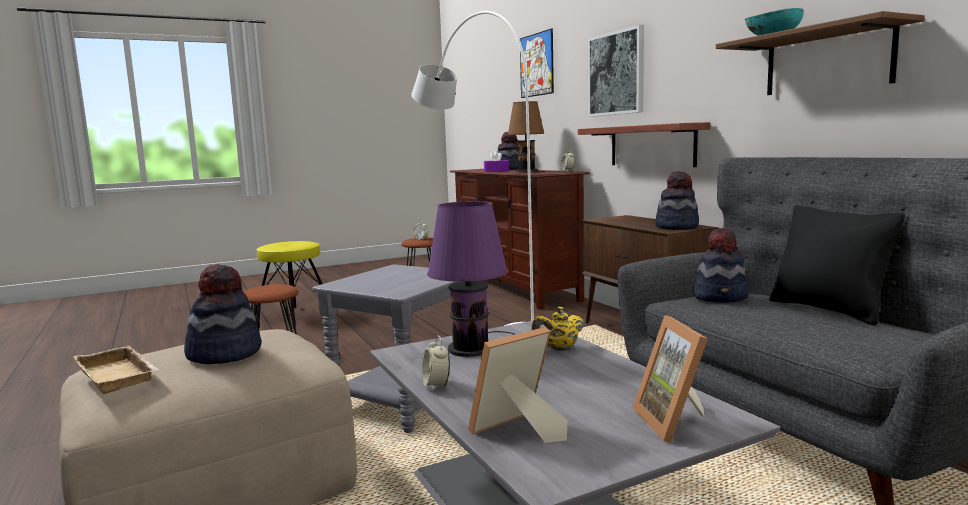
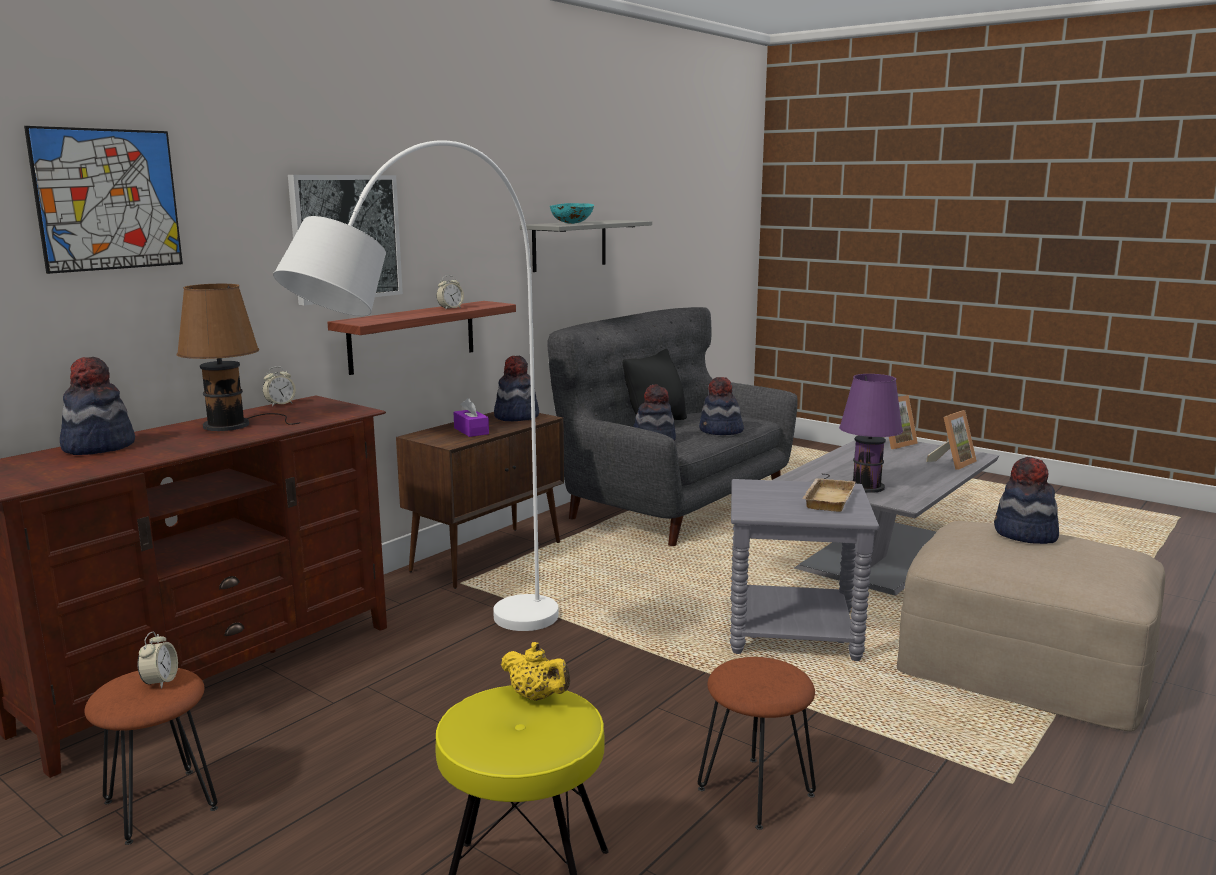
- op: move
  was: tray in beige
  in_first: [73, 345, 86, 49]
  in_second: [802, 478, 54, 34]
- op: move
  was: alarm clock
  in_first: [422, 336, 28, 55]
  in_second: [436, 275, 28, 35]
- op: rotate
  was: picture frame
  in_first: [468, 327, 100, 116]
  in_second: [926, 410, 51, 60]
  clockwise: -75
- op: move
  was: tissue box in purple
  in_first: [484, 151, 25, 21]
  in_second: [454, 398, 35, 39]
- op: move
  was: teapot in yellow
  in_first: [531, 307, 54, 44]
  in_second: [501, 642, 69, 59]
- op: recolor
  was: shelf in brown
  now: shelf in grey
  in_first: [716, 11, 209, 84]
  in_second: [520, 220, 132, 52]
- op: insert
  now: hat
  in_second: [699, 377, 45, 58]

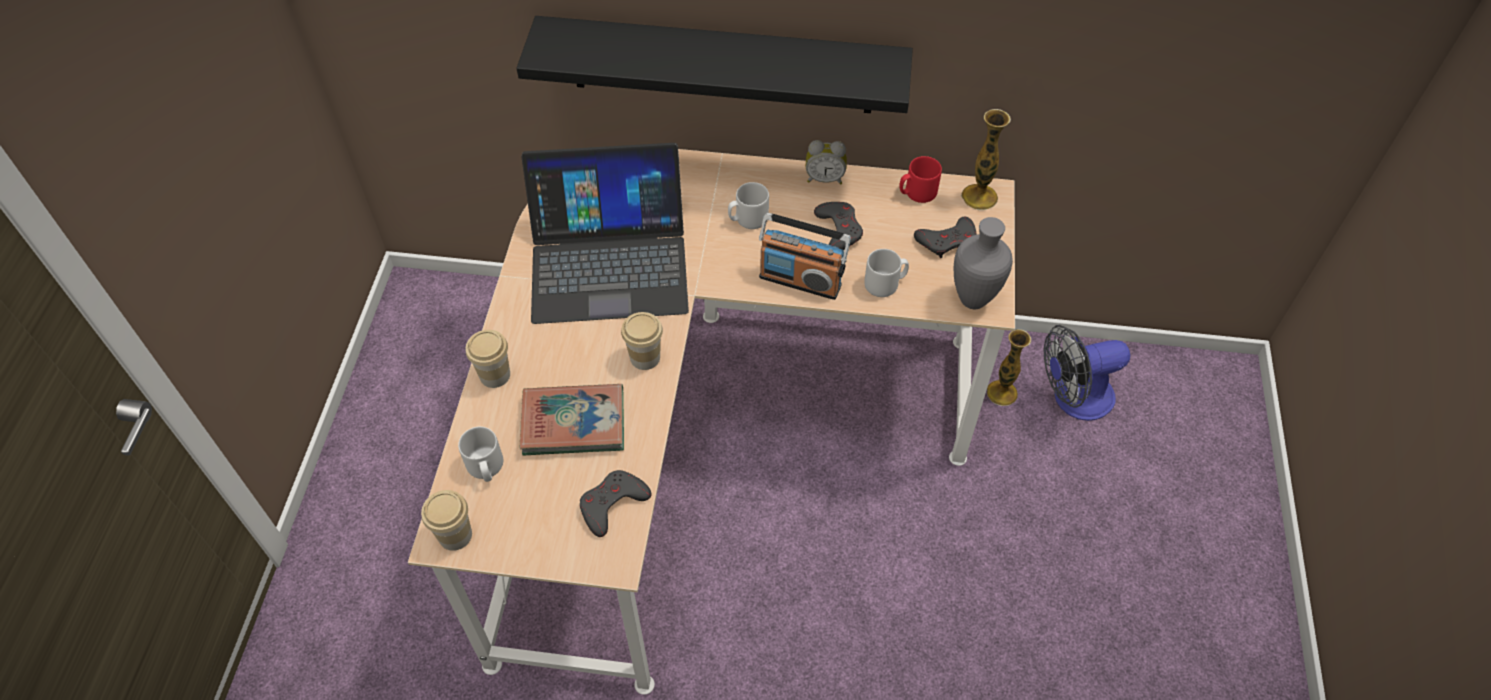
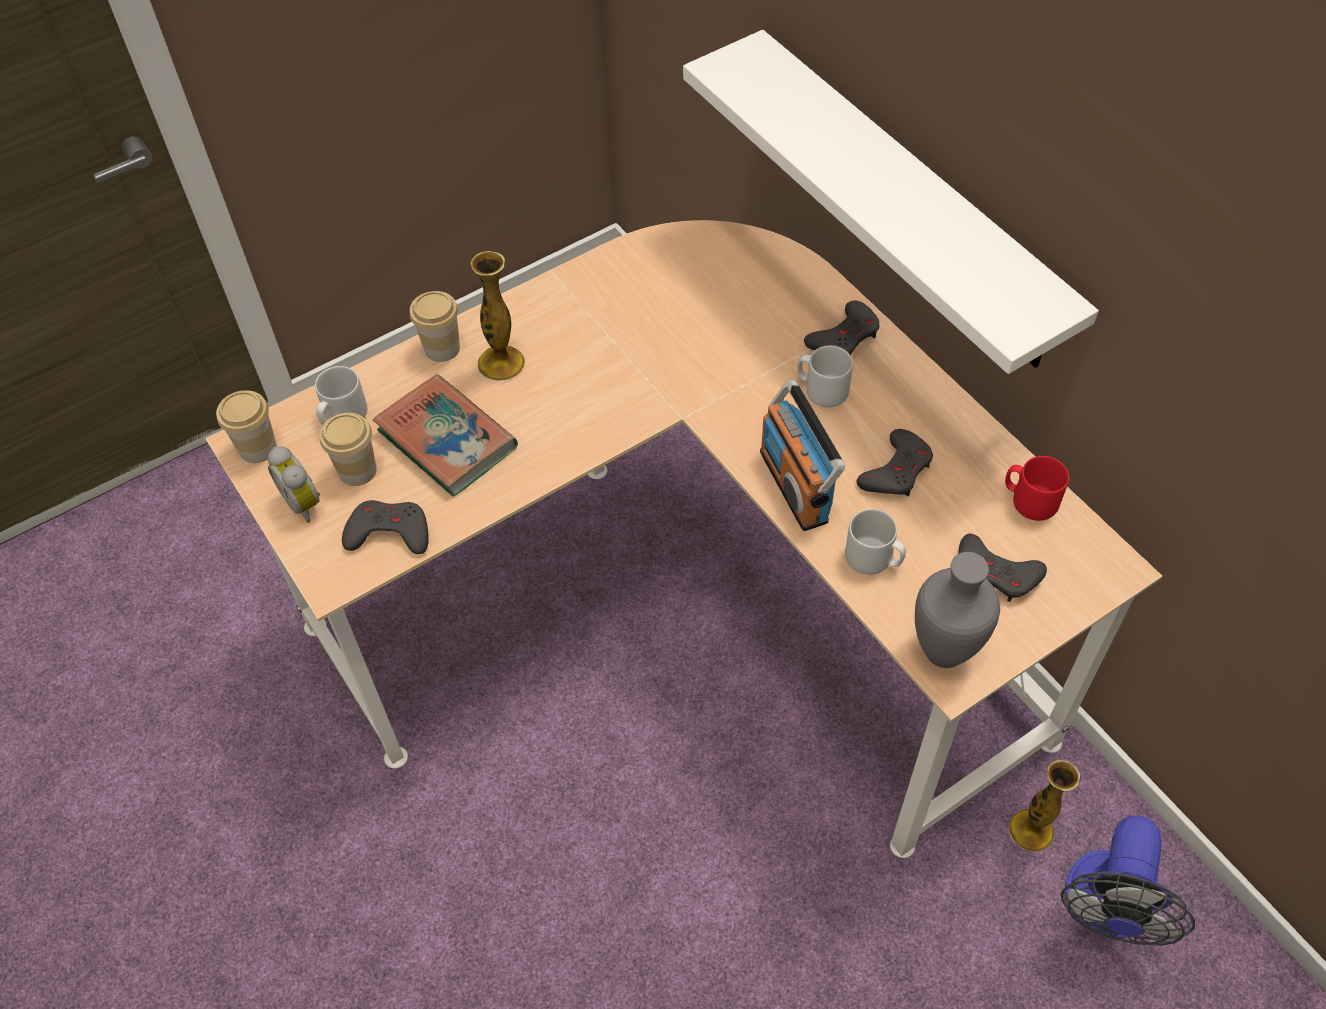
- op: recolor
  was: shelf in black
  now: shelf in white
  in_first: [516, 16, 397, 97]
  in_second: [683, 30, 416, 344]
- op: delete
  was: laptop
  in_first: [521, 143, 168, 181]
- op: move
  was: cup
  in_first: [621, 312, 42, 58]
  in_second: [319, 413, 58, 73]
- op: move
  was: alarm clock
  in_first: [806, 140, 41, 44]
  in_second: [268, 446, 52, 77]
- op: move
  was: vase
  in_first: [961, 109, 50, 101]
  in_second: [471, 251, 54, 130]
- op: rotate
  was: fan
  in_first: [1044, 325, 87, 96]
  in_second: [1061, 815, 134, 131]
  clockwise: -105
- op: insert
  now: game controller in grey
  in_second: [804, 301, 76, 54]

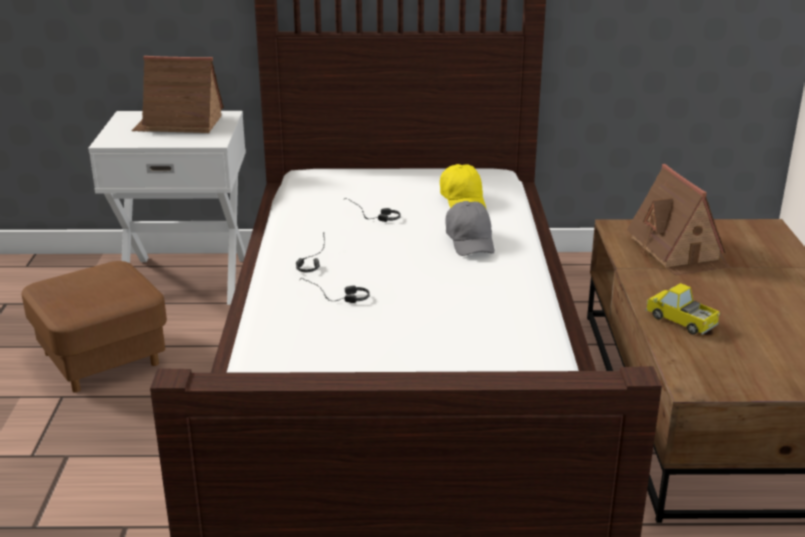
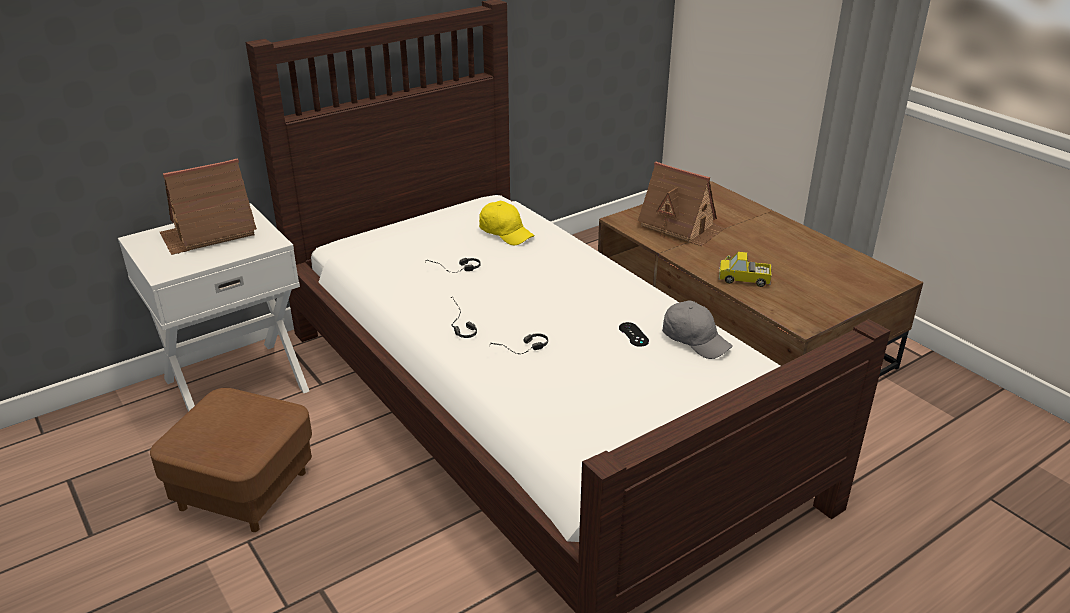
- op: move
  was: cap in grey
  in_first: [445, 201, 50, 55]
  in_second: [662, 300, 71, 59]
- op: insert
  now: game controller in black
  in_second: [619, 322, 30, 25]

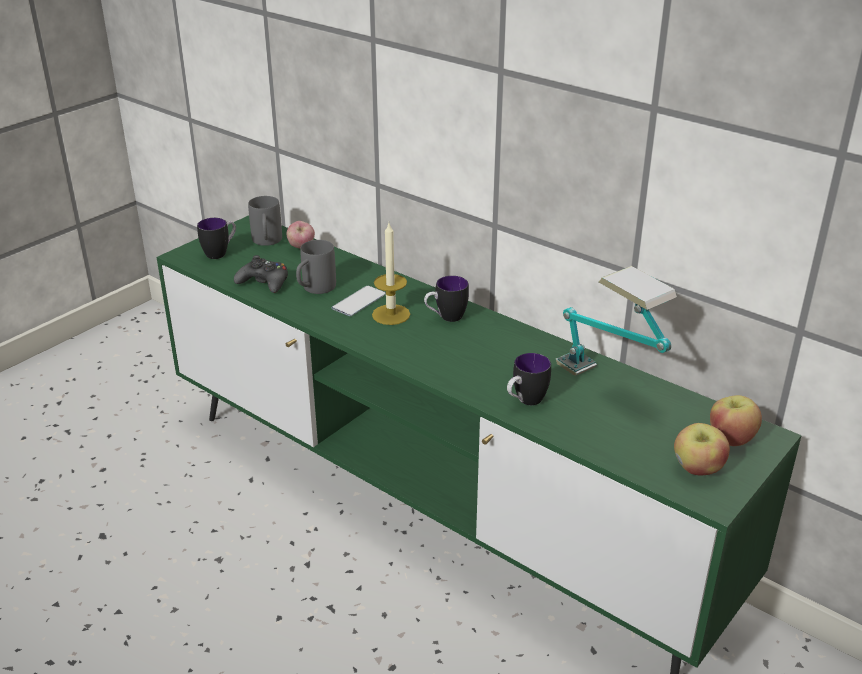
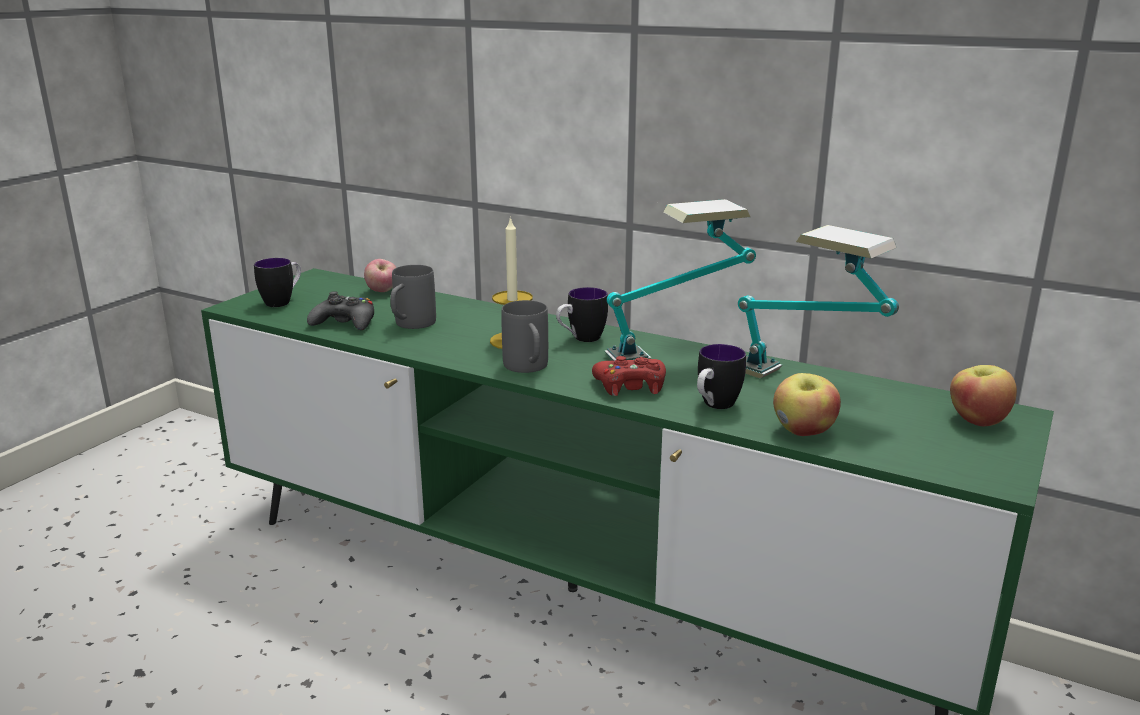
- op: move
  was: mug in grey
  in_first: [248, 196, 34, 50]
  in_second: [501, 300, 47, 73]
- op: delete
  was: phone
  in_first: [331, 286, 55, 30]
- op: move
  was: apple
  in_first: [674, 423, 56, 52]
  in_second: [773, 373, 68, 63]
- op: insert
  now: game controller in red
  in_second: [592, 356, 74, 40]
- op: insert
  now: table lamp
  in_second: [605, 199, 151, 162]

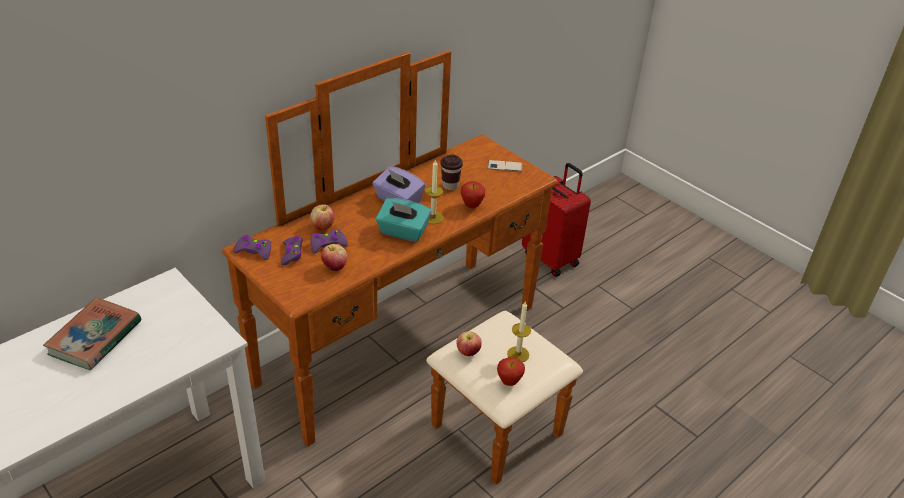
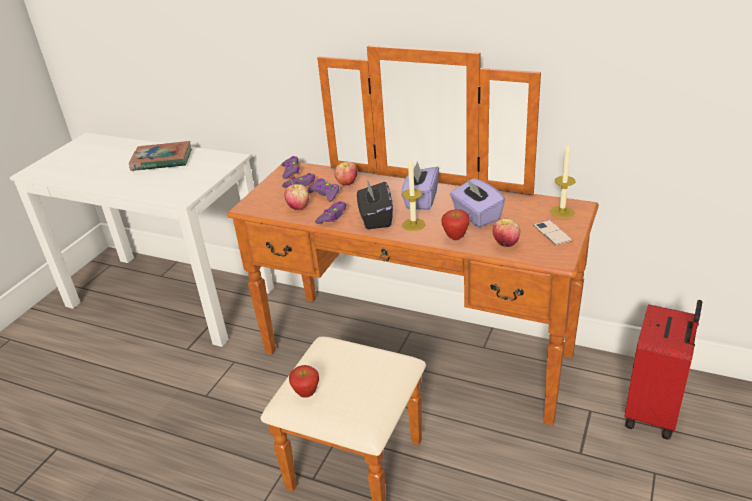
- op: recolor
  was: tissue box in turquoise
  now: tissue box in black
  in_first: [376, 198, 56, 44]
  in_second: [357, 179, 36, 50]
- op: replace
  was: cup in brown
  now: tissue box in purple
  in_first: [440, 154, 23, 36]
  in_second: [450, 178, 55, 49]
- op: move
  was: apple
  in_first: [456, 331, 26, 25]
  in_second: [493, 218, 27, 29]
- op: move
  was: candle
  in_first: [507, 302, 24, 60]
  in_second: [551, 144, 24, 74]
- op: insert
  now: game controller in purple
  in_second: [315, 201, 31, 23]

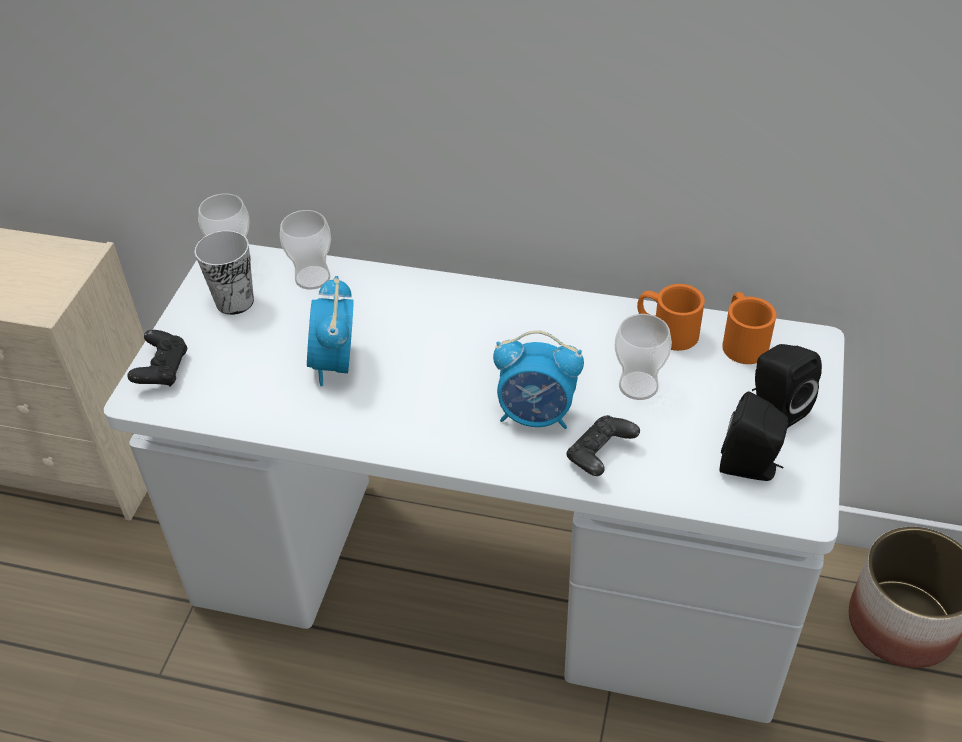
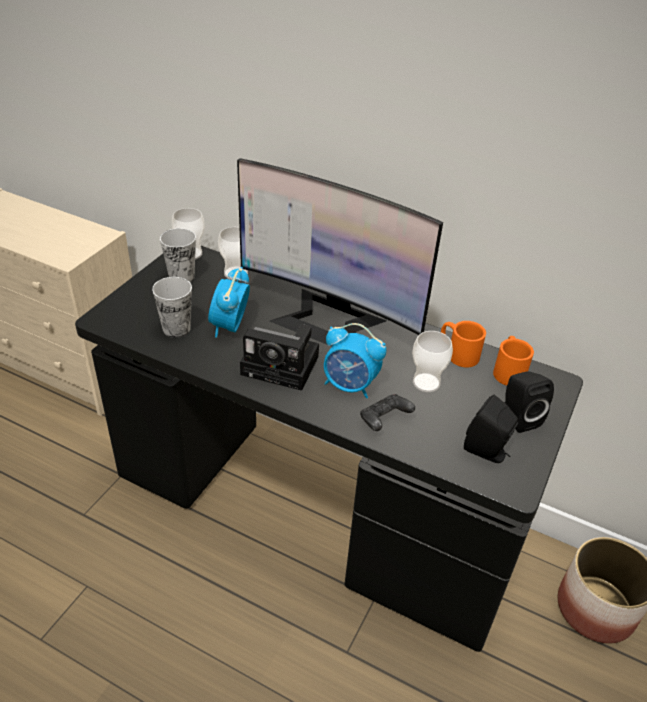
- op: recolor
  was: desk in white
  now: desk in black
  in_first: [104, 244, 741, 479]
  in_second: [75, 246, 508, 406]
- op: delete
  was: game controller in black
  in_first: [127, 330, 60, 57]
- op: insert
  now: cup
  in_second: [152, 277, 40, 61]
- op: insert
  now: monitor
  in_second: [237, 158, 206, 188]
- op: insert
  now: photo camera
  in_second: [240, 324, 79, 67]

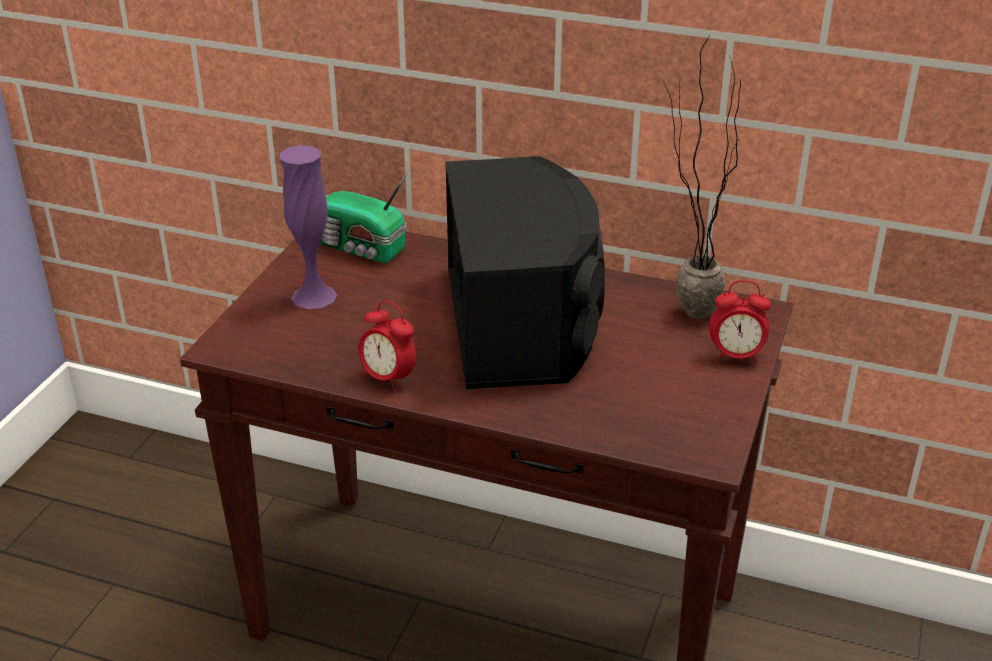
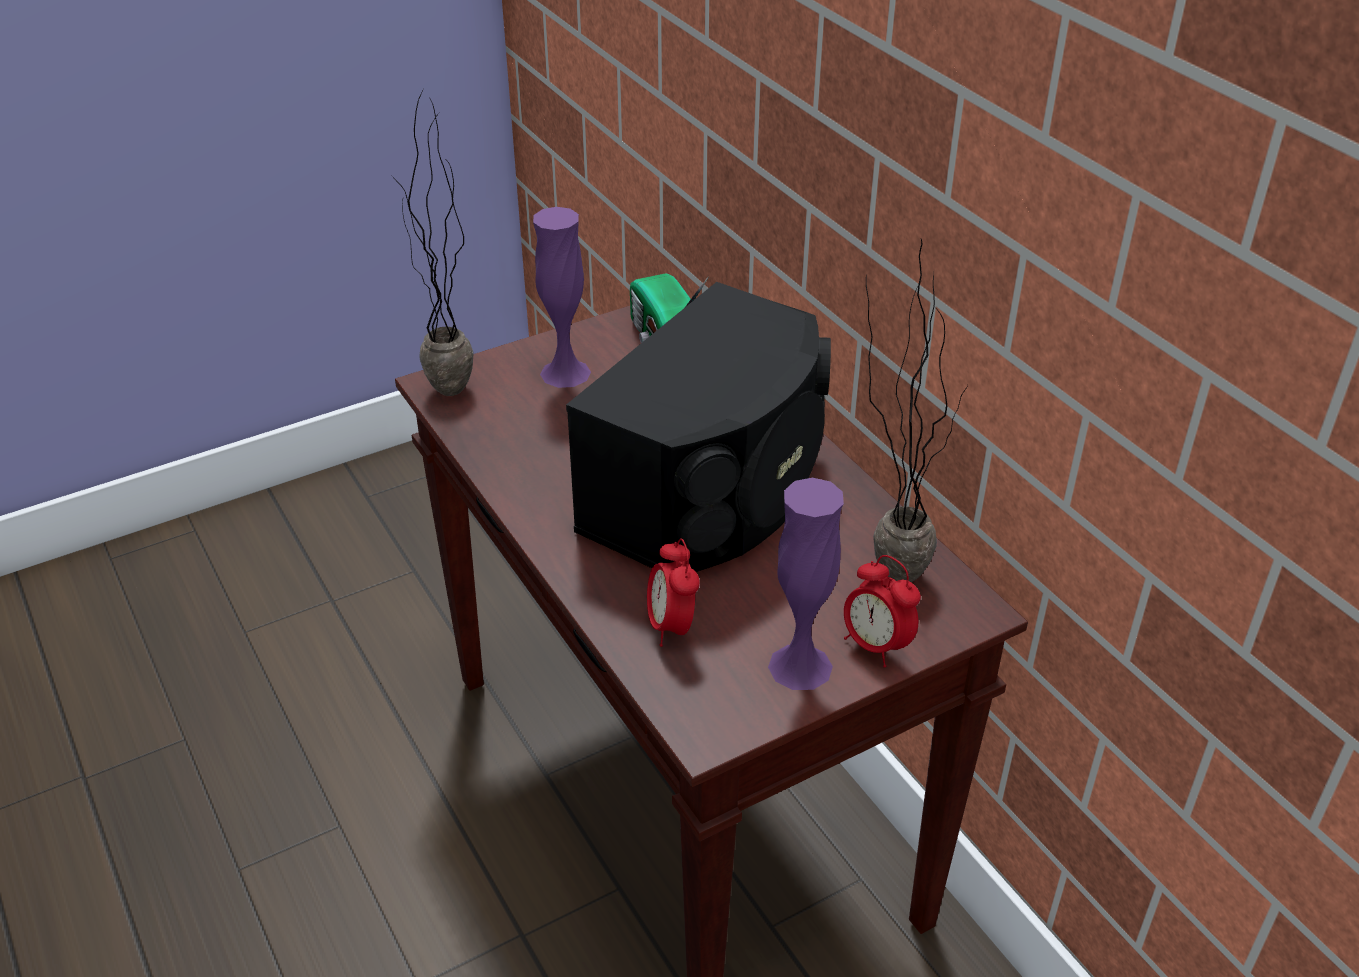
- op: move
  was: alarm clock
  in_first: [358, 301, 58, 91]
  in_second: [647, 538, 53, 109]
- op: insert
  now: potted plant
  in_second: [391, 90, 82, 306]
- op: insert
  now: vase in purple
  in_second: [768, 478, 76, 212]

